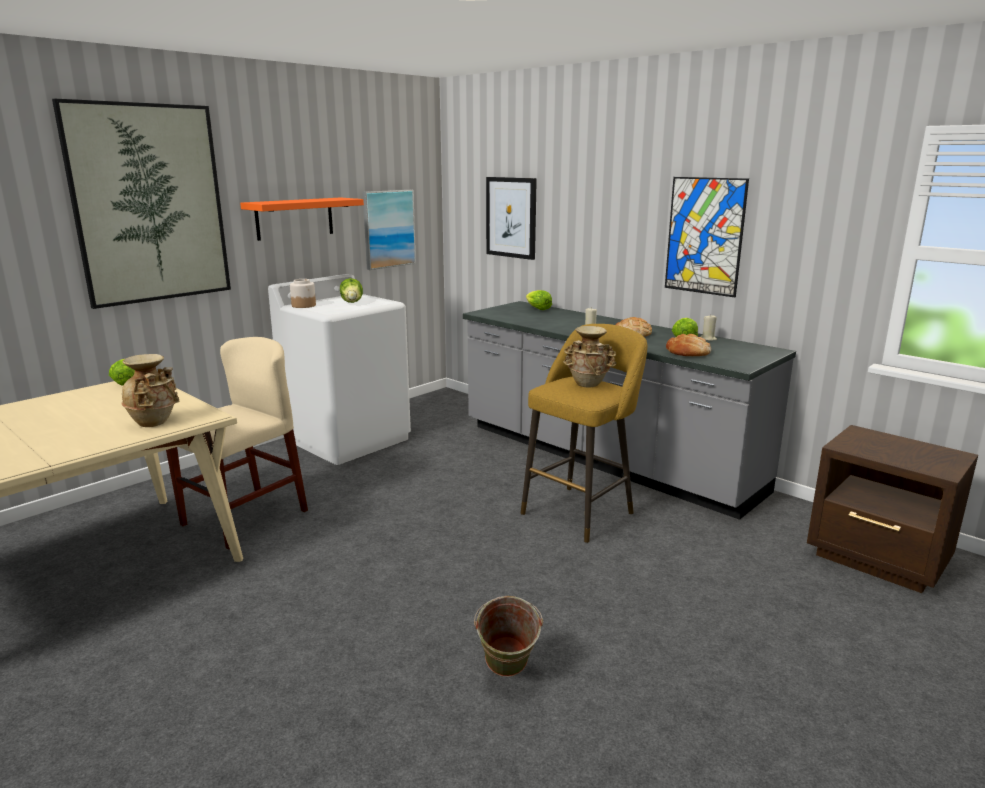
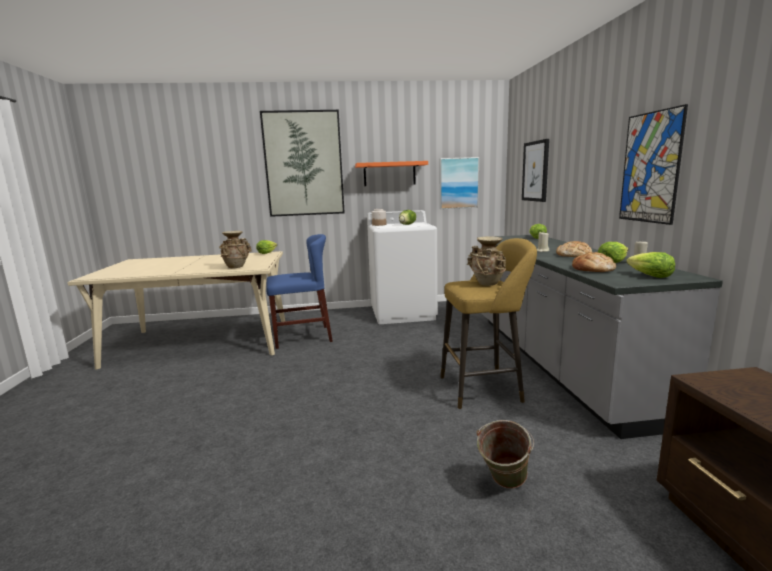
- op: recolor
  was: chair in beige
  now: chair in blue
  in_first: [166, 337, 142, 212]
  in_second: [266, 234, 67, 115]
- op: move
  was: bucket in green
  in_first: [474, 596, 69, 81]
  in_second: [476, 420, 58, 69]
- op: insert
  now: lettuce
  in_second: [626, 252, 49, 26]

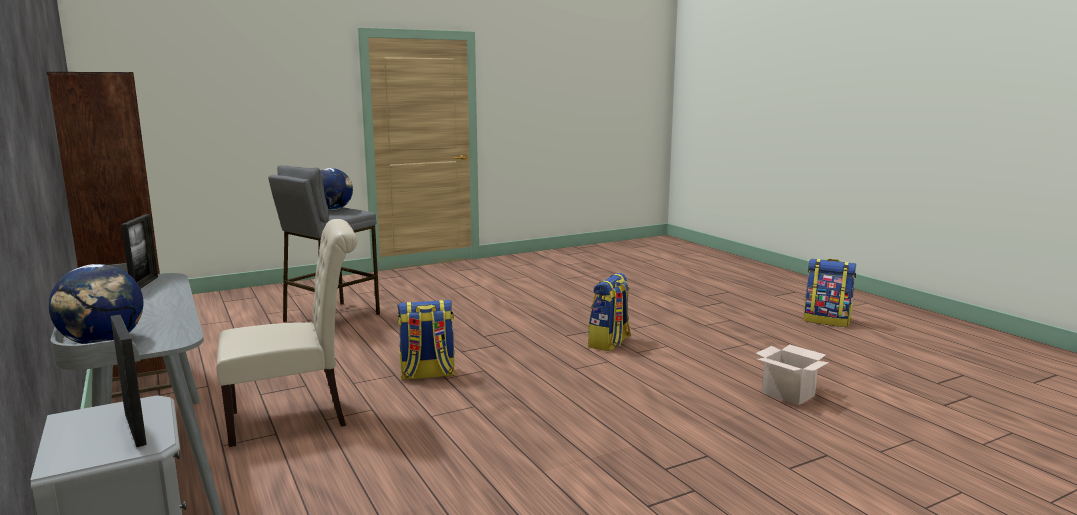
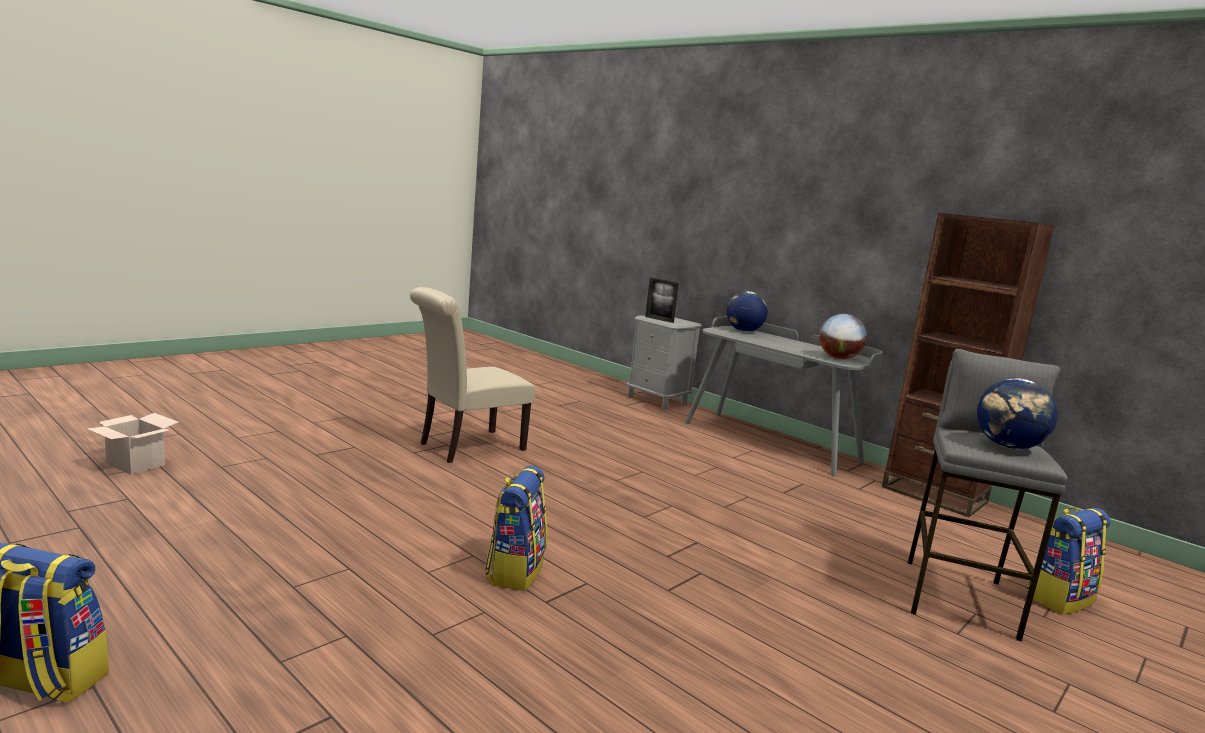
- op: replace
  was: picture frame
  now: globe
  in_first: [121, 214, 37, 75]
  in_second: [819, 314, 48, 45]
- op: move
  was: chair in beige
  in_first: [216, 219, 141, 228]
  in_second: [410, 287, 125, 176]
- op: move
  was: backpack
  in_first: [397, 300, 59, 80]
  in_second: [1027, 507, 83, 108]
- op: move
  was: cardboard box
  in_first: [755, 344, 74, 61]
  in_second: [87, 413, 92, 62]

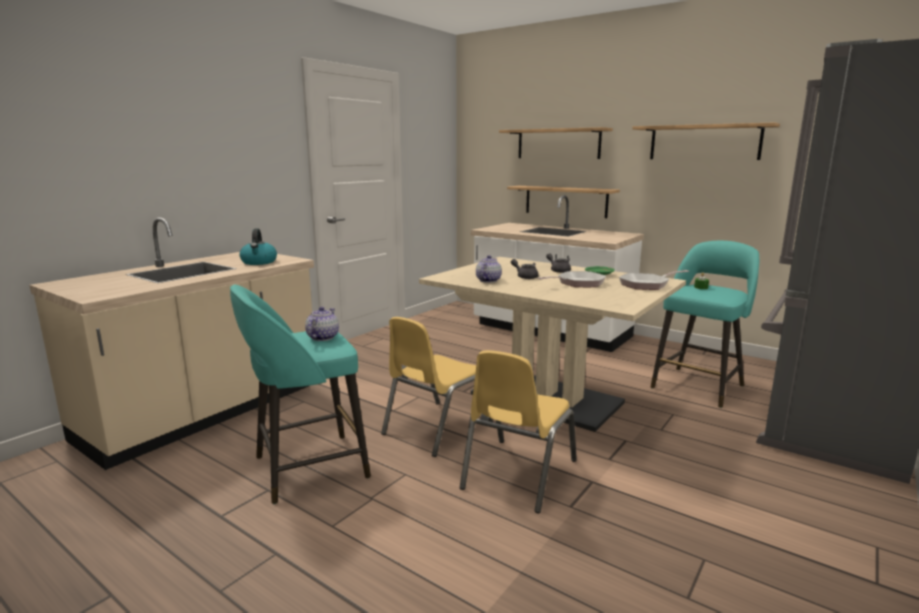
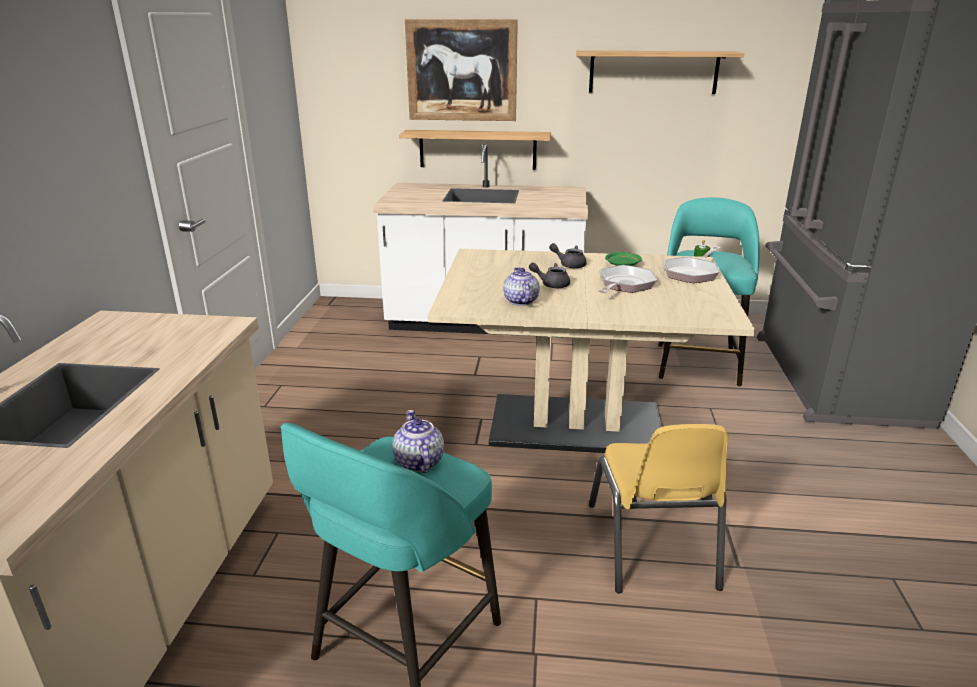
- op: delete
  was: kettle
  in_first: [239, 229, 38, 36]
- op: delete
  was: chair in yellow
  in_first: [381, 317, 112, 140]
- op: replace
  was: shelf
  now: picture
  in_first: [499, 127, 114, 32]
  in_second: [405, 19, 113, 102]

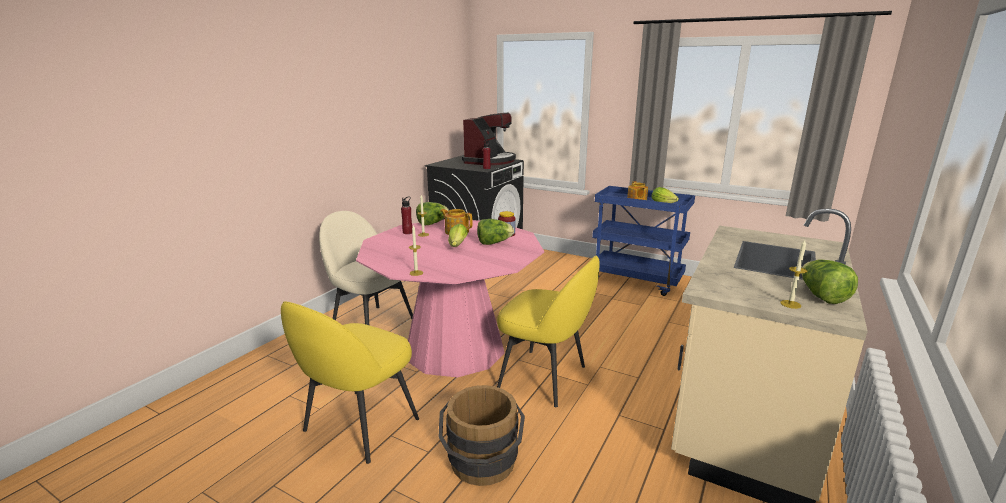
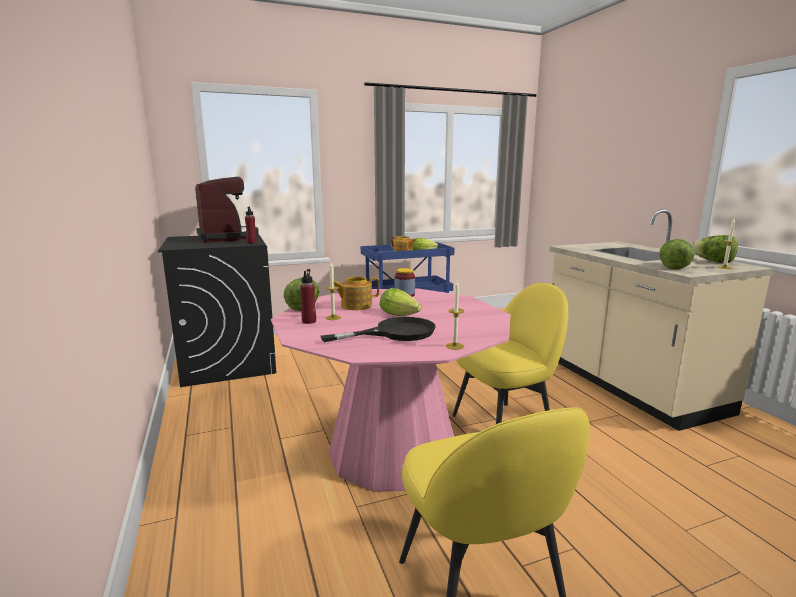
- op: delete
  was: chair in beige
  in_first: [319, 211, 94, 114]
- op: delete
  was: bucket in brown
  in_first: [439, 385, 86, 101]
- op: move
  was: lettuce
  in_first: [477, 219, 37, 26]
  in_second: [659, 239, 36, 30]
- op: insert
  now: frying pan in black
  in_second: [321, 317, 114, 25]

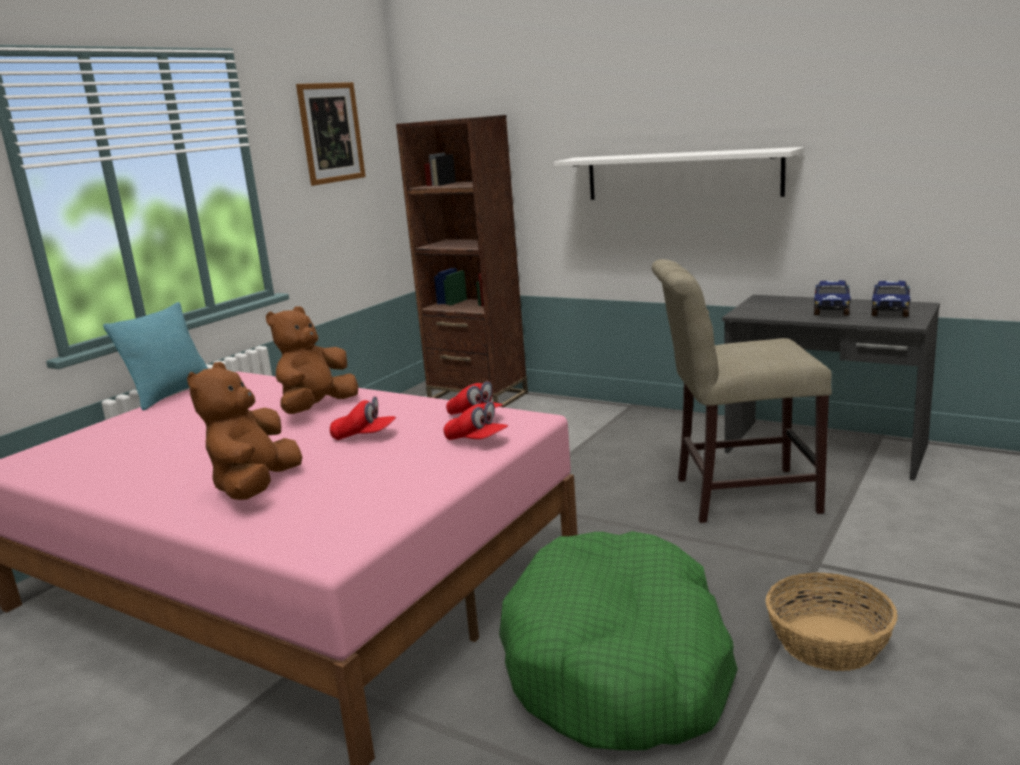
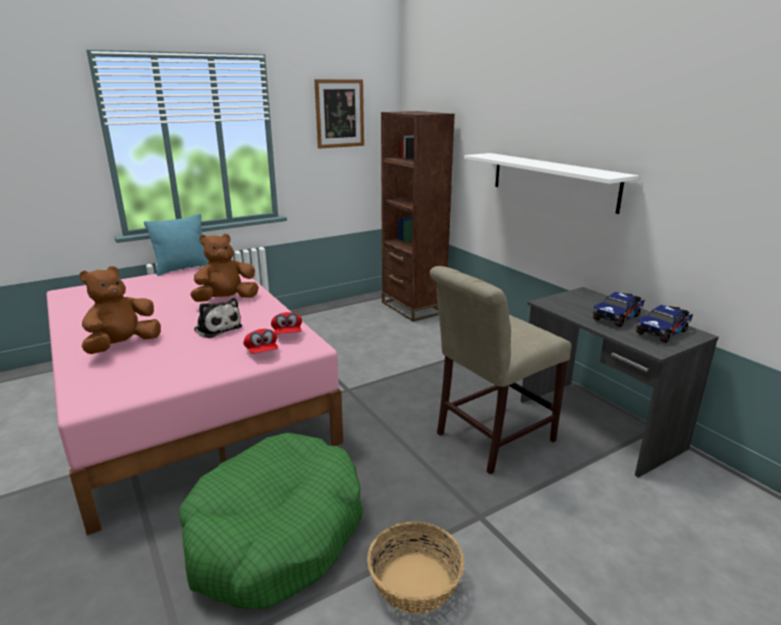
- op: replace
  was: cap in red
  now: plush toy
  in_first: [330, 396, 66, 44]
  in_second: [194, 298, 48, 40]
- op: rotate
  was: chair in beige
  in_first: [652, 259, 180, 264]
  in_second: [430, 266, 142, 208]
  clockwise: -60

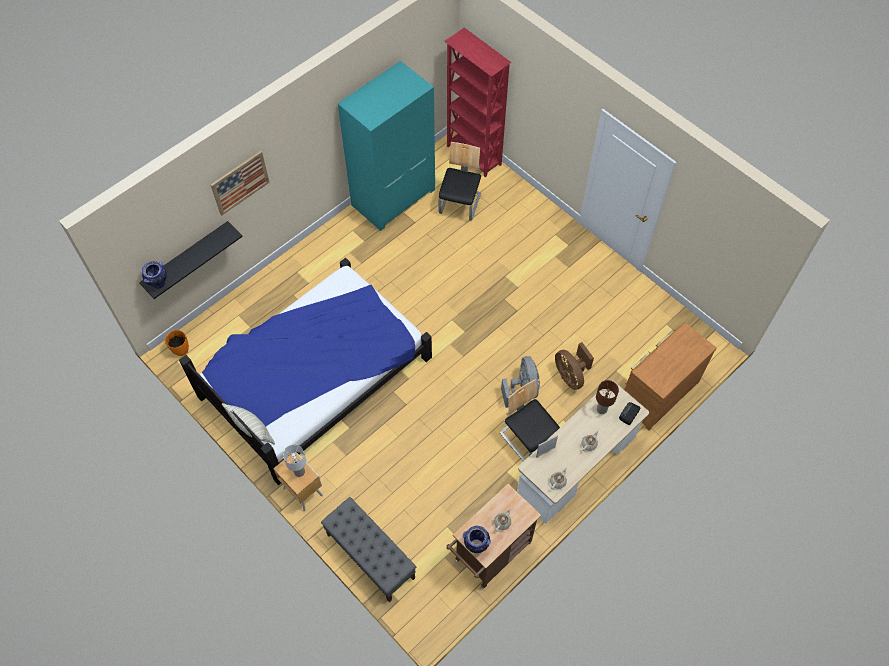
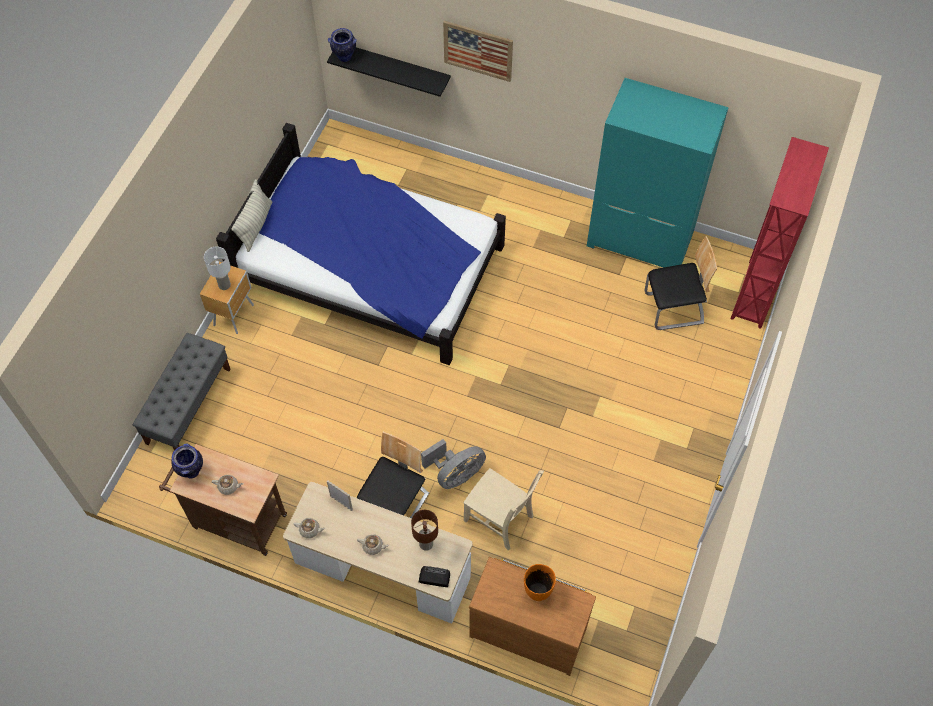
- op: move
  was: vase in orange
  in_first: [165, 330, 24, 26]
  in_second: [524, 564, 32, 37]
- op: replace
  was: fan in brown
  now: chair in beige
  in_first: [555, 342, 39, 48]
  in_second: [463, 468, 81, 82]

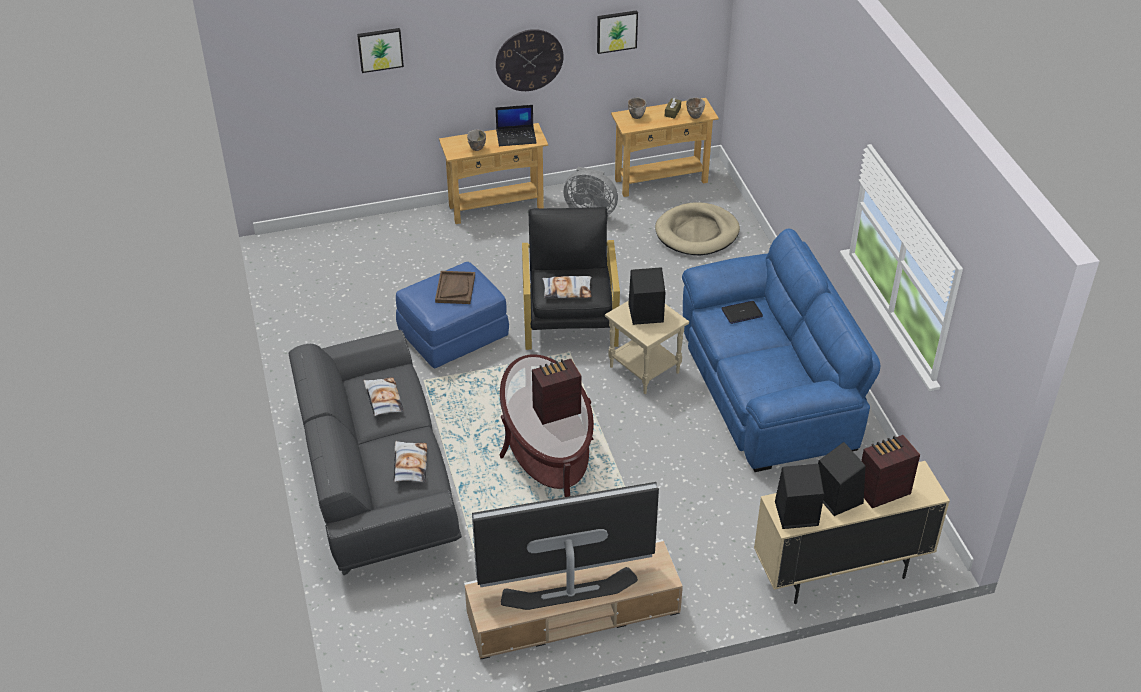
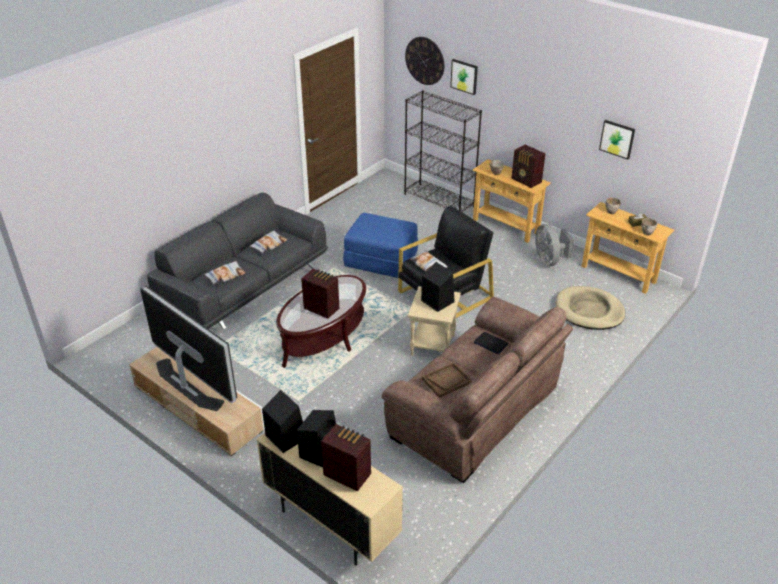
- op: move
  was: tray in brown
  in_first: [435, 271, 40, 33]
  in_second: [422, 363, 50, 34]
- op: move
  was: wall clock
  in_first: [496, 29, 68, 62]
  in_second: [405, 37, 39, 48]
- op: replace
  was: laptop
  now: radio
  in_first: [496, 105, 41, 41]
  in_second: [512, 145, 33, 43]
- op: recolor
  was: sofa in blue
  now: sofa in brown
  in_first: [682, 229, 198, 243]
  in_second: [382, 297, 191, 186]
- op: insert
  now: bookcase in black
  in_second: [404, 90, 78, 122]

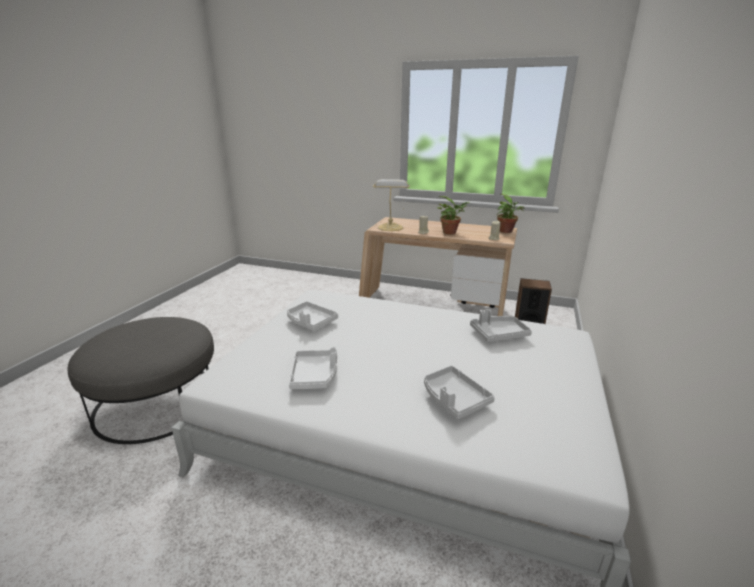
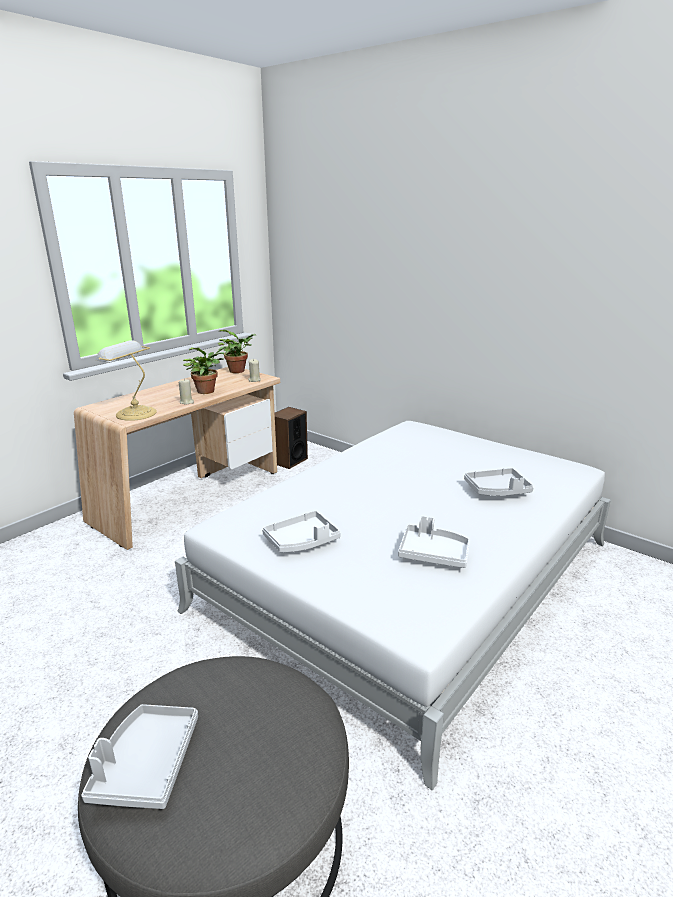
- op: move
  was: tray in grey
  in_first: [470, 309, 62, 33]
  in_second: [82, 704, 116, 105]

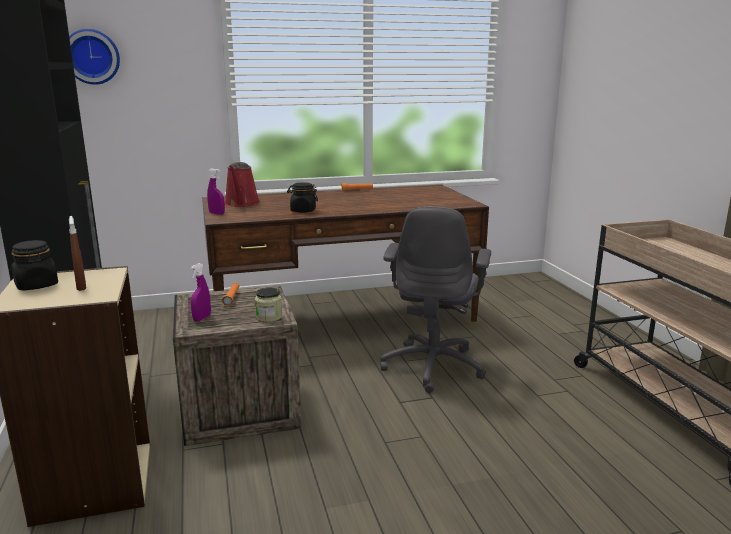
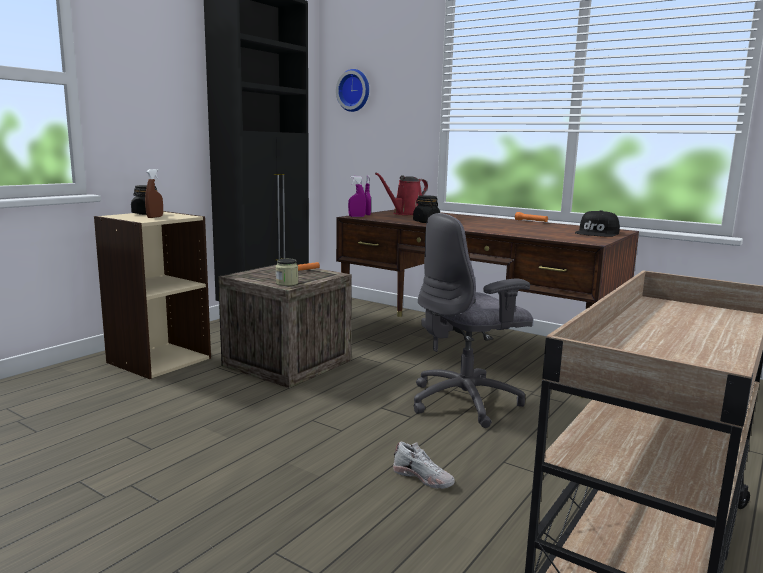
- op: move
  was: spray bottle in purple
  in_first: [190, 263, 21, 59]
  in_second: [348, 176, 18, 41]
- op: insert
  now: shoe in white
  in_second: [393, 442, 62, 47]
- op: insert
  now: cap in black
  in_second: [575, 210, 45, 27]

